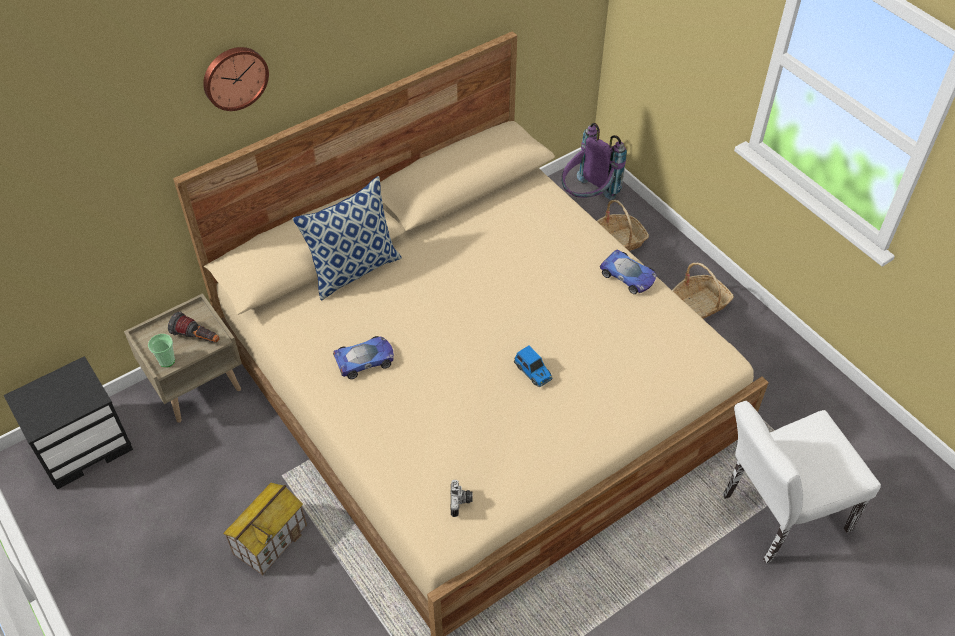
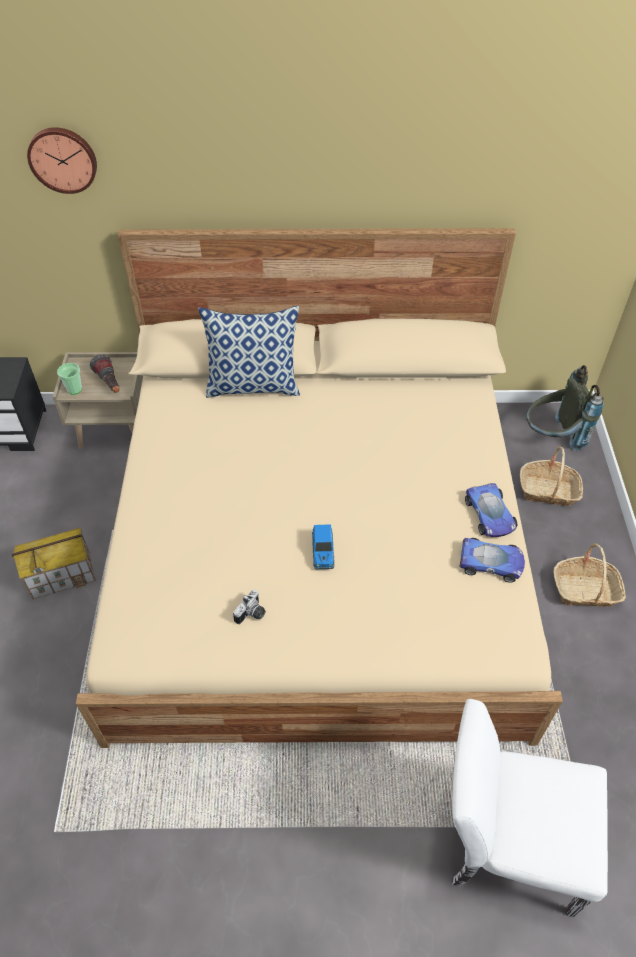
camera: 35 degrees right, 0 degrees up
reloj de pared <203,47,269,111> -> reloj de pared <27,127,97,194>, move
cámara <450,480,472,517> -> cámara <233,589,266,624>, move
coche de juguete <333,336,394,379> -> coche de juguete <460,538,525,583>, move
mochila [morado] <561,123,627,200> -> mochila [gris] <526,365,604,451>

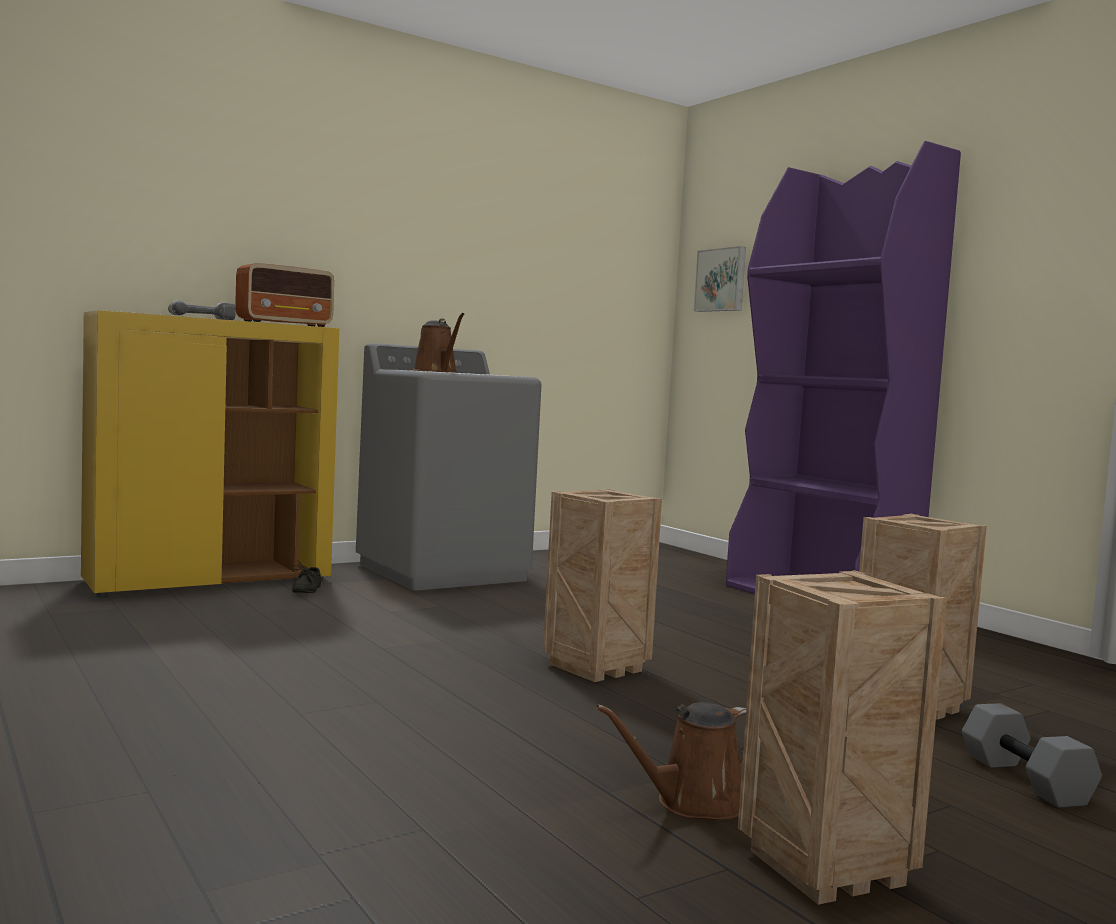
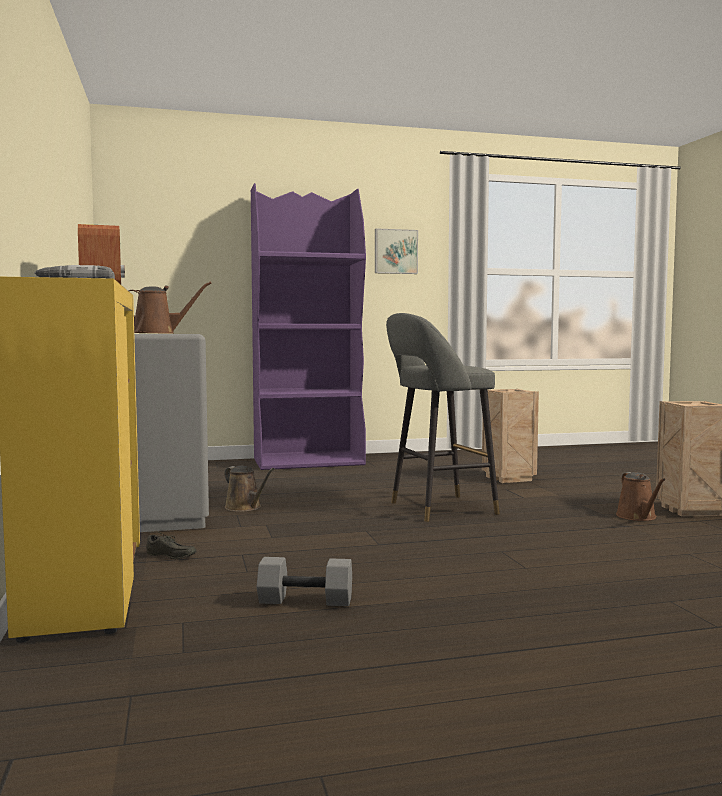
camera: 70 degrees left, 0 degrees up
none -> regadera [marrón] <224,466,275,512>
mancuerna [gris] <962,703,1102,808> -> mancuerna [gris] <257,557,352,606>, move
cuadro <694,246,746,312> -> cuadro <375,228,418,274>, move
caja de embalaje <543,489,662,682> -> taburete [gris] <386,313,500,522>

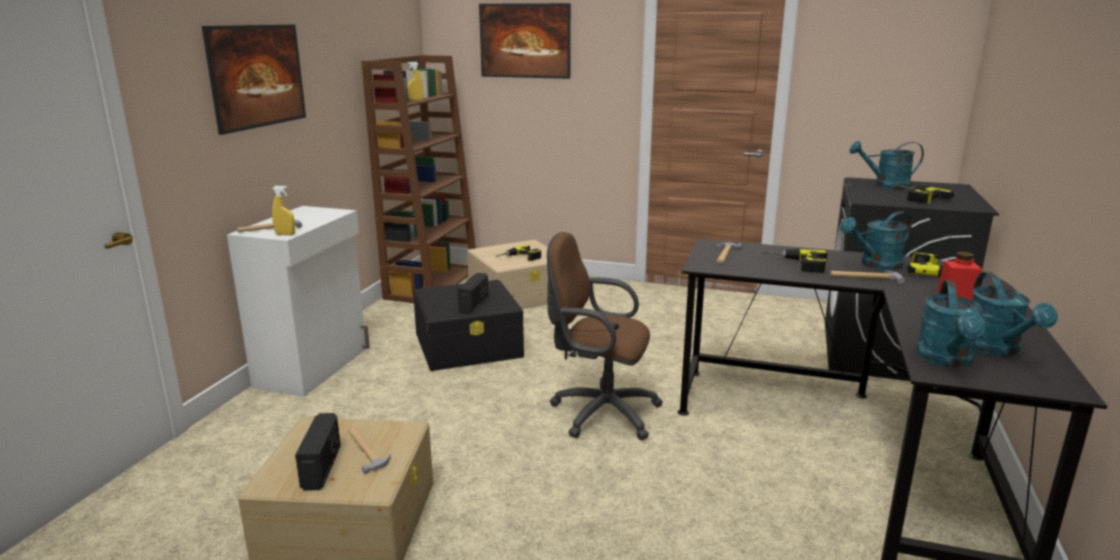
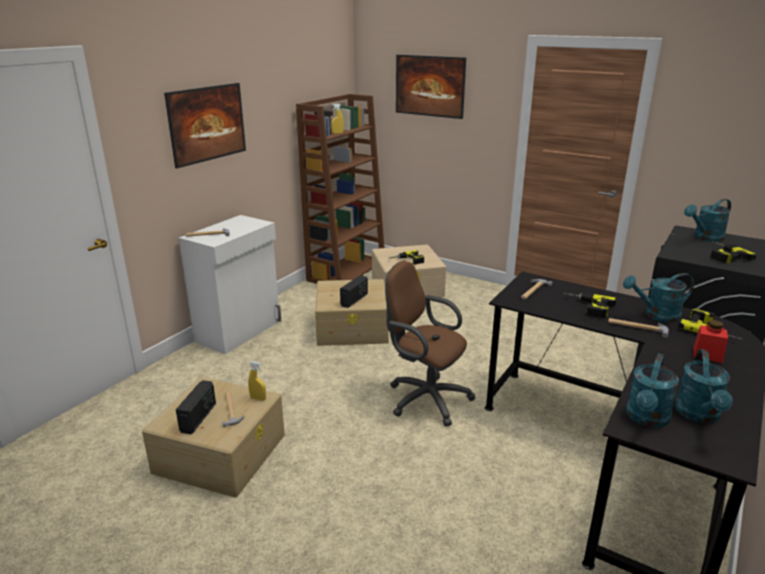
camera: 15 degrees right, 5 degrees up
pulverizador [amarillo] <272,186,295,235> -> pulverizador [amarillo] <248,361,266,401>, move
caja de almacenaje [negro] <413,280,524,371> -> caja de almacenaje [beis] <315,279,389,346>
regadera [turquesa] <850,141,924,189> -> regadera [turquesa] <684,199,731,242>, 45 degrees counterclockwise

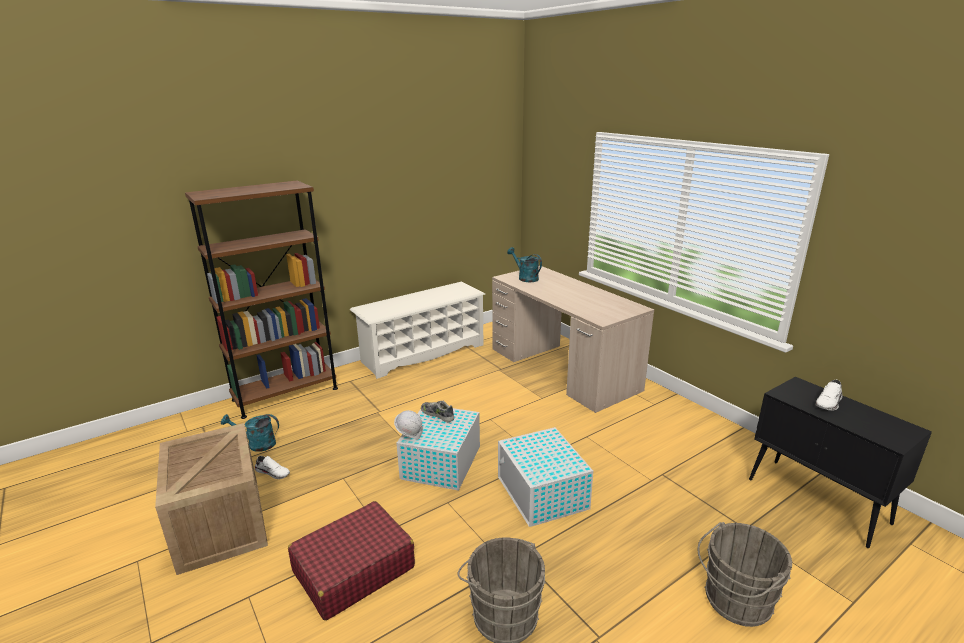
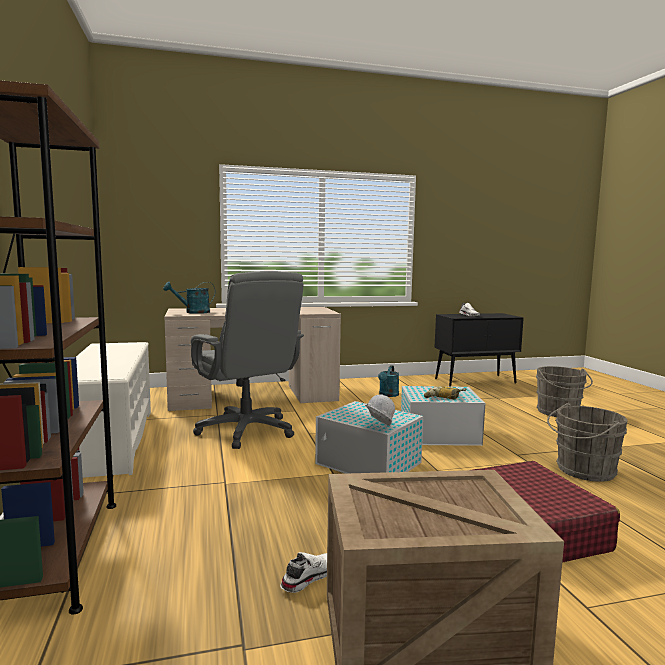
camera: 70 degrees left, 15 degrees down
none -> silla de oficina [gris] <191,271,304,449>
regadera [turquesa] <221,414,279,452> -> regadera [turquesa] <378,365,399,397>, move
none -> taladro <424,386,467,399>
zapato <421,401,454,422> -> none

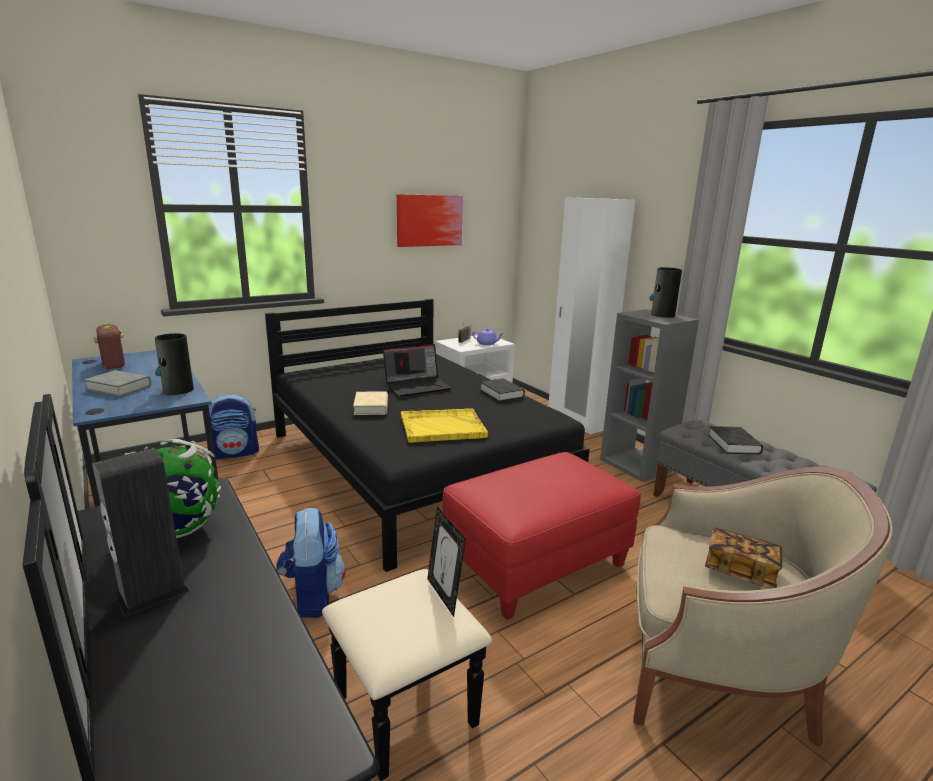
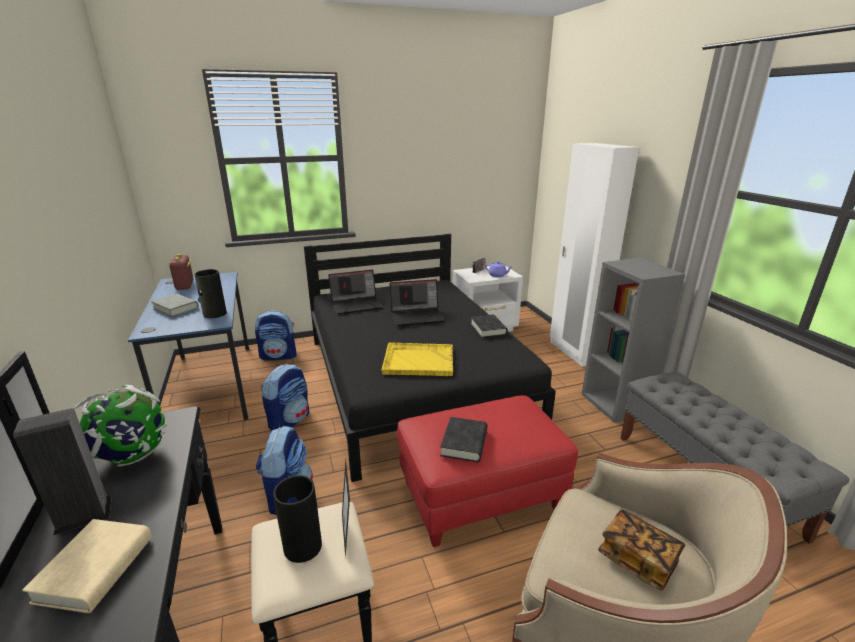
camera: 15 degrees right, 5 degrees up
libro [beis] <353,391,388,415> -> libro [beis] <22,519,152,613>, move
none -> mochila <261,364,309,430>
florero <649,267,682,318> -> florero <273,475,322,563>, move
none -> portátil <328,270,383,314>
libro [negro] <708,426,763,454> -> libro [negro] <440,417,487,462>, move
cuadro <397,194,463,247> -> none

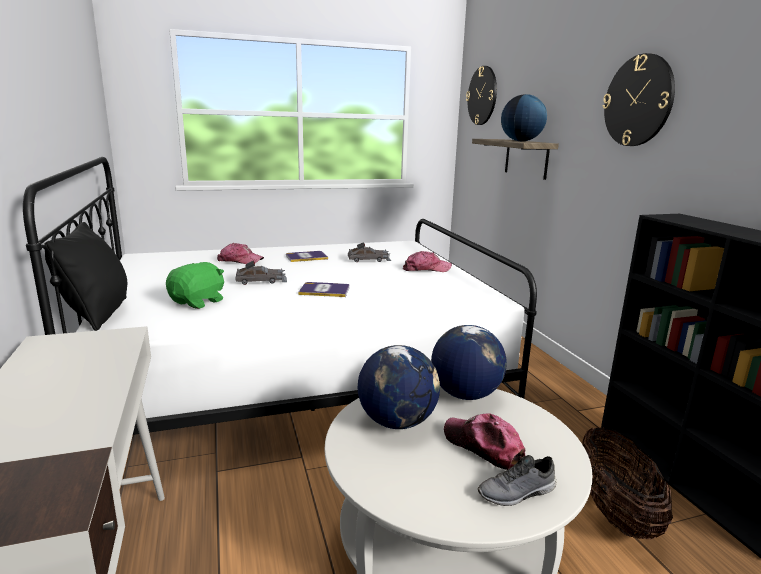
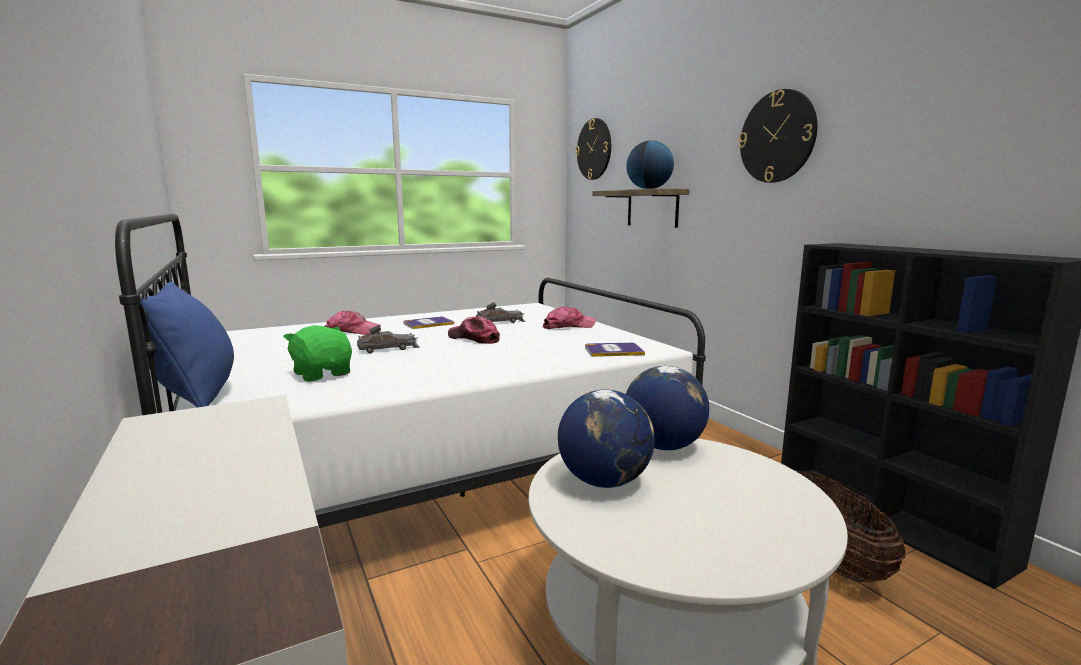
camera: 10 degrees left, 5 degrees down
cojín [negro] <44,222,127,331> -> cojín [azul] <141,282,234,408>
peluche [verde] <166,262,224,309> -> peluche [verde] <283,325,352,381>, 60 degrees counterclockwise
gorra <444,414,525,470> -> gorra <448,316,500,344>, move
libro <298,282,350,297> -> libro <585,342,645,357>, move
zapato [gris] <478,455,556,506> -> none

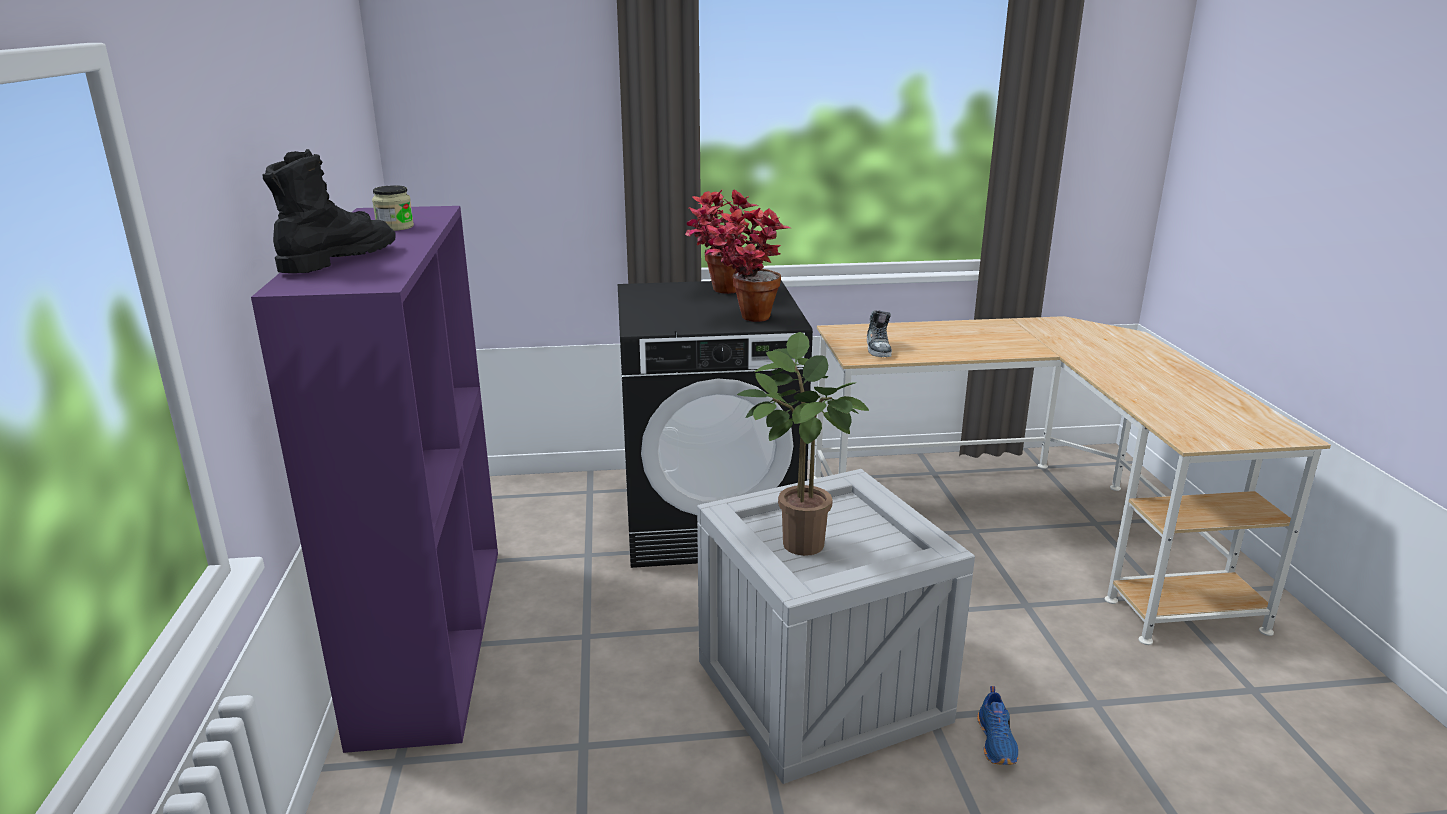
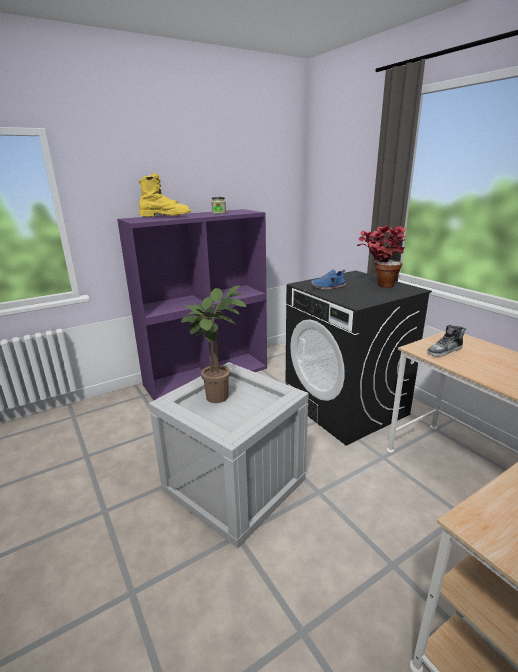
camera: 65 degrees right, 0 degrees up
bota [negro] <262,149,396,273> -> bota [amarillo] <139,173,191,217>
zapato [azul] <977,686,1018,765> -> zapato [azul] <311,269,346,290>, move
planta en maceta <705,208,791,322> -> none

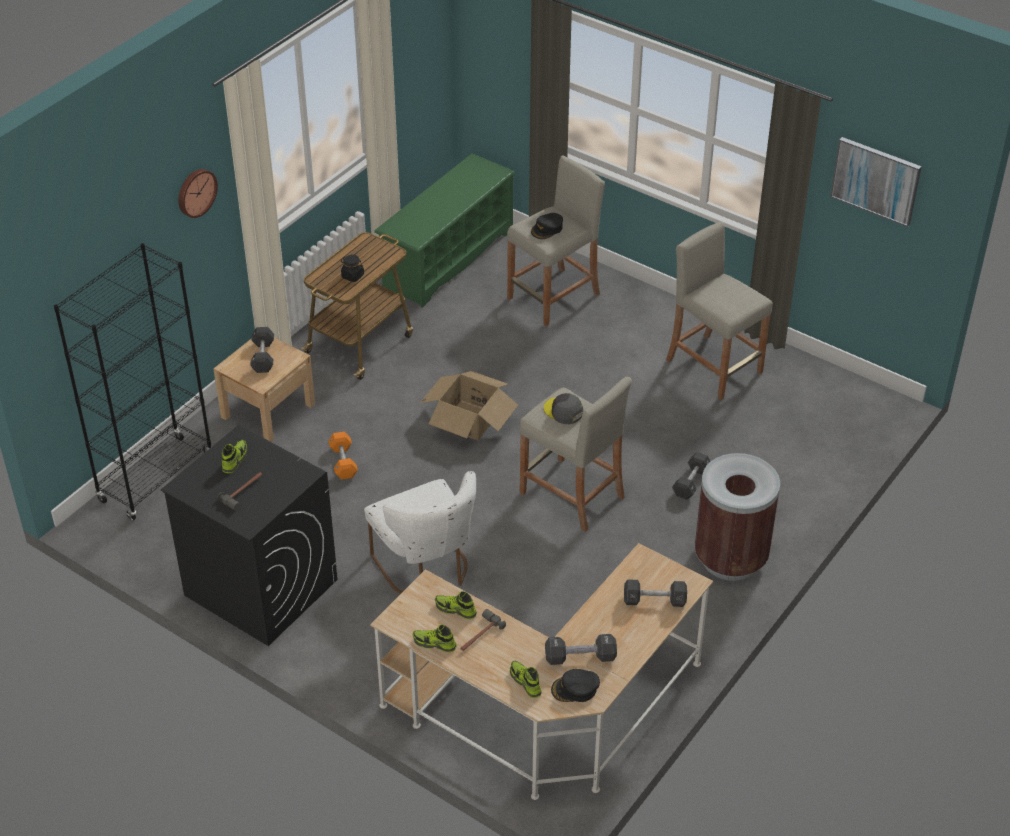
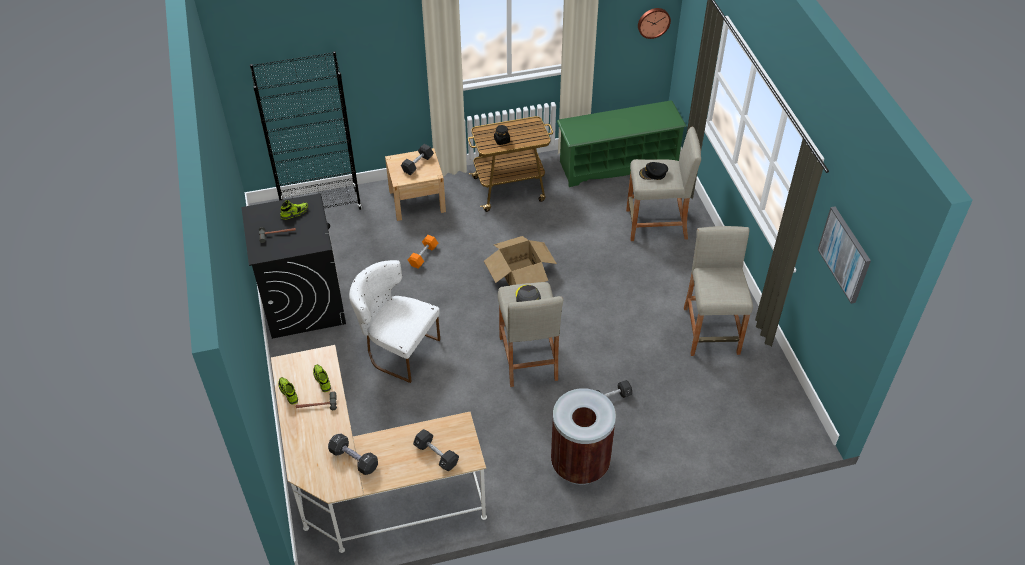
camera: 40 degrees right, 5 degrees up
silla [blanco] <364,471,476,594> -> silla [blanco] <349,260,440,383>, 105 degrees clockwise
reloj de pared <178,169,218,218> -> reloj de pared <638,8,671,39>, move
zapato <510,660,542,698> -> none
gorra [negro] <551,669,600,702> -> none

